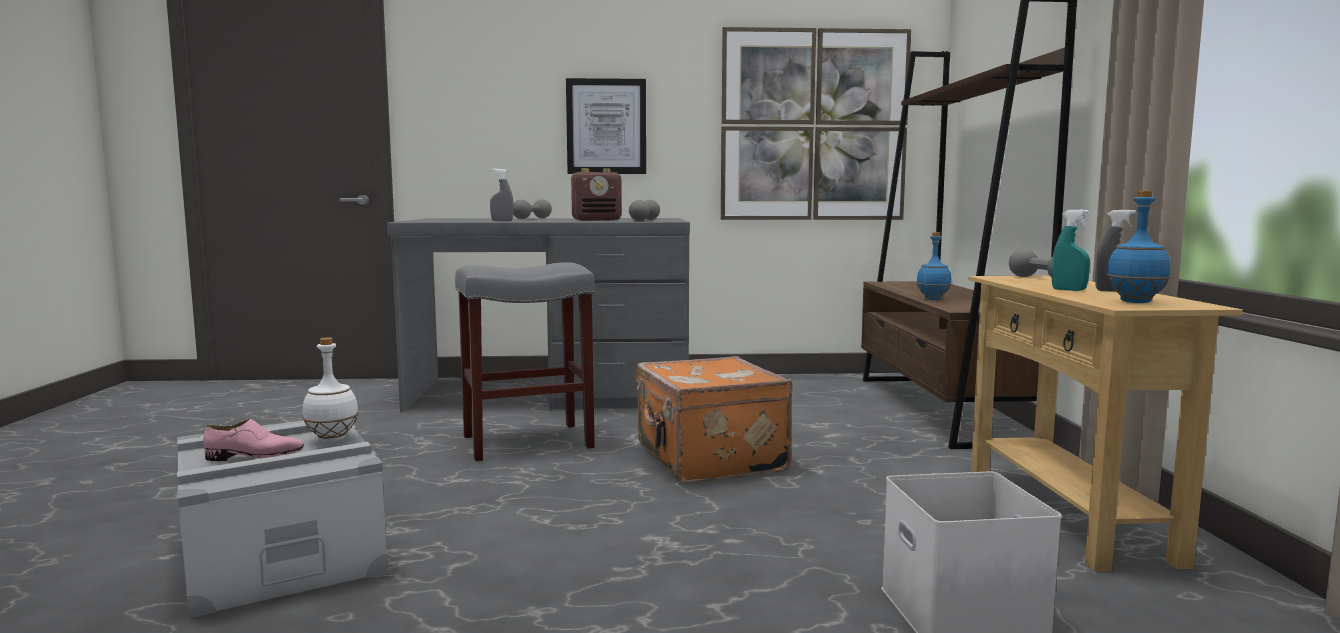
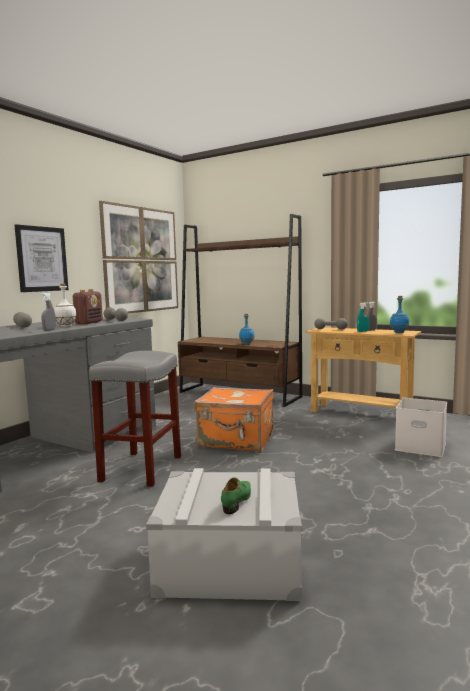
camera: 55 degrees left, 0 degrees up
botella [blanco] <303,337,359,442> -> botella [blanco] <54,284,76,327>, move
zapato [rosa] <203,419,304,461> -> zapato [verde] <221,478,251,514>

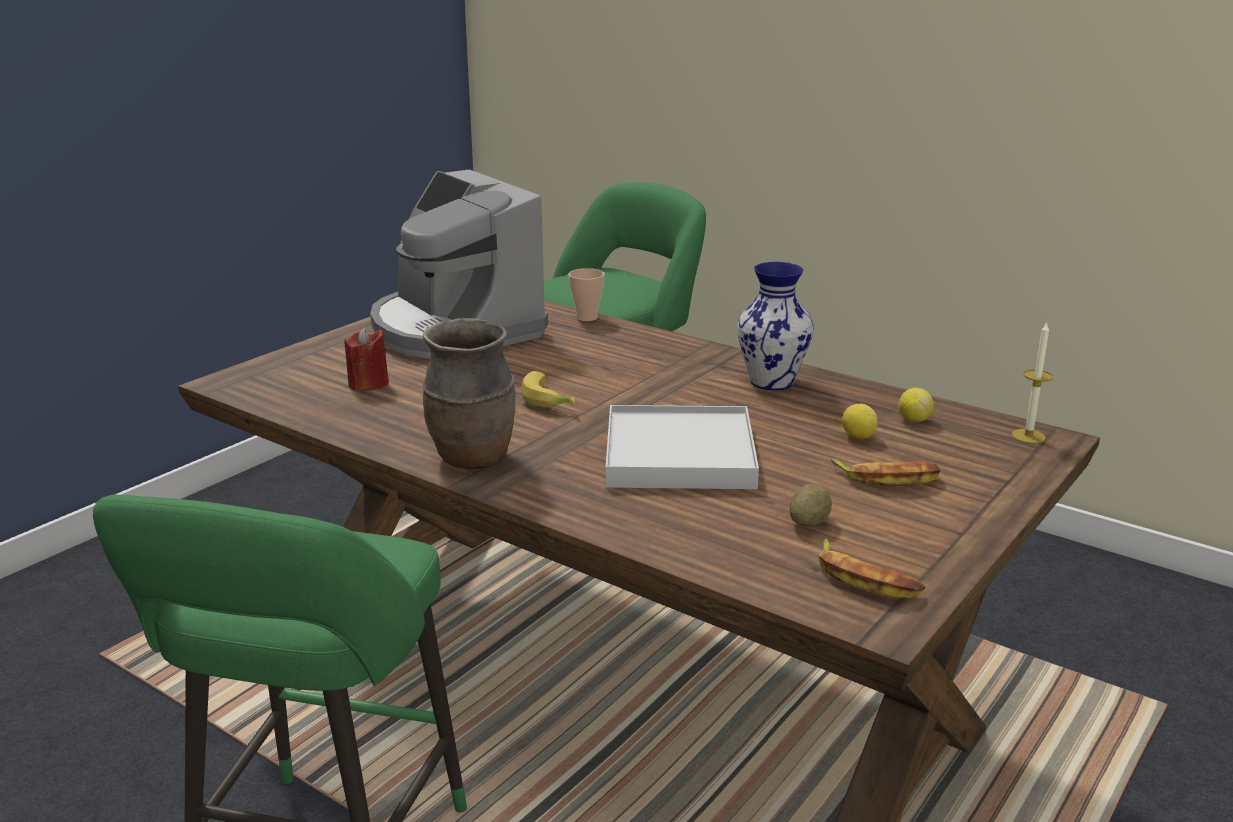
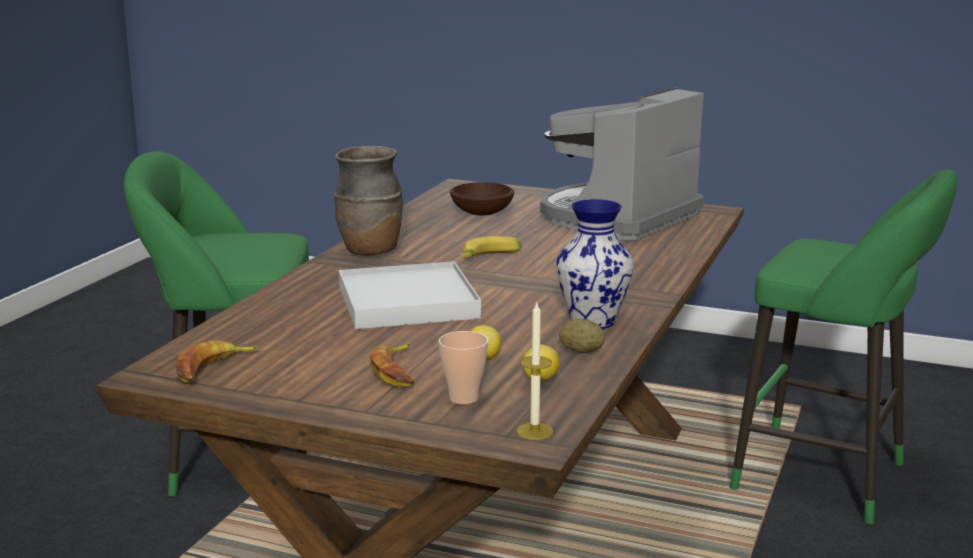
camera: 75 degrees right, 5 degrees down
taza <568,268,605,321> -> taza <439,331,488,404>, move
vela [rojo] <344,327,389,391> -> cuenco [marrón] <450,182,514,216>
patata <789,484,832,526> -> patata <559,319,605,353>, move

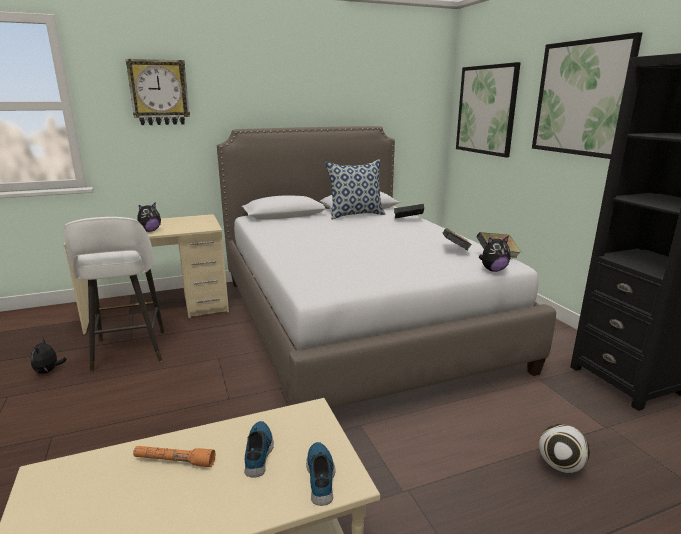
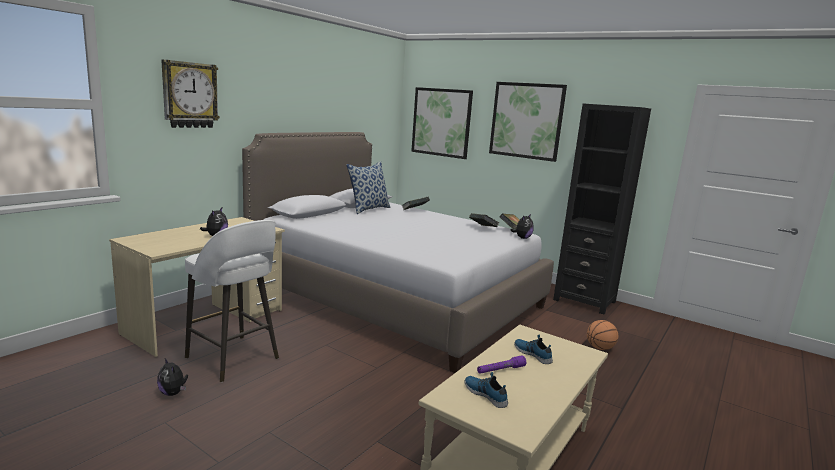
camera: 35 degrees left, 5 degrees down
zapato <306,442,335,506> -> zapato <465,372,508,408>, move
linterna [naranja] <133,446,215,467> -> linterna [morado] <477,355,526,374>
balón de fútbol <539,424,590,473> -> balón de baloncesto <587,320,618,350>

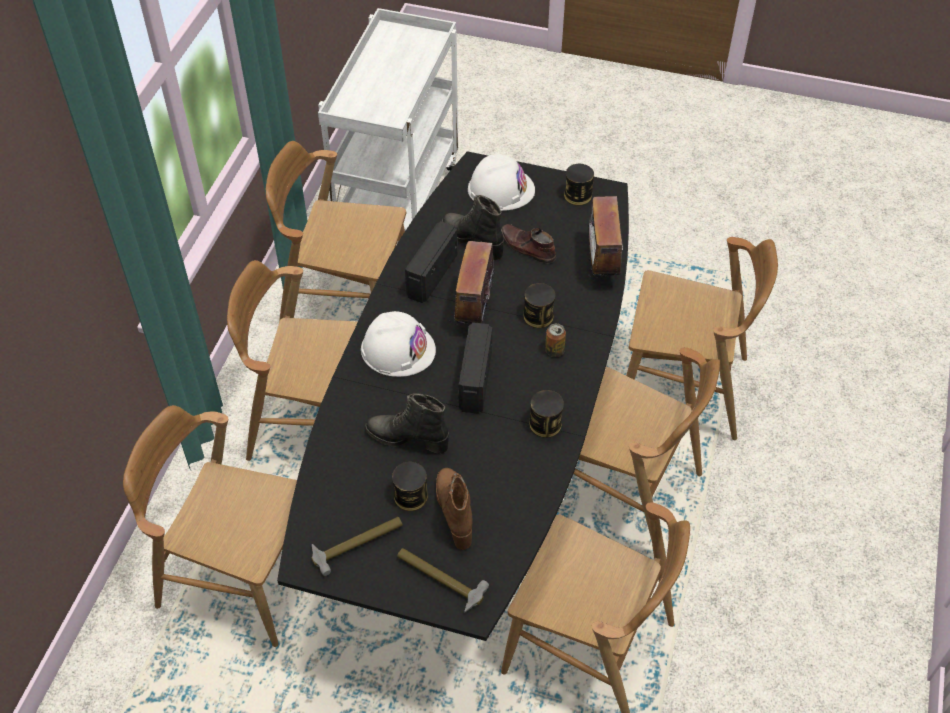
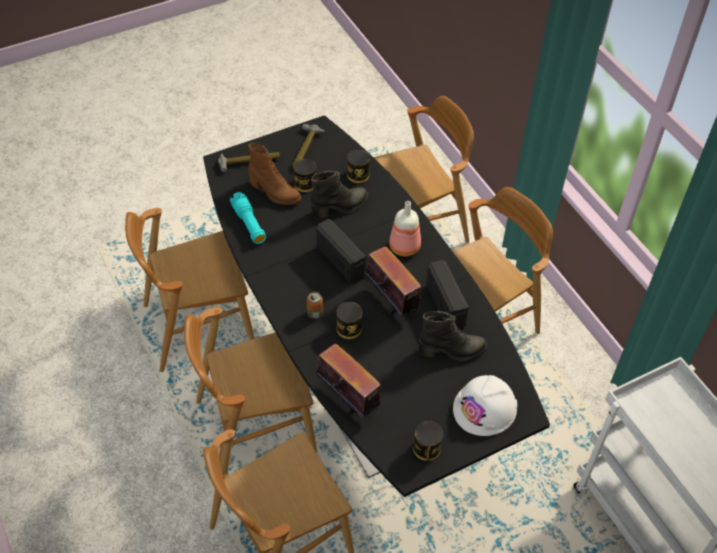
camera: 135 degrees right, 0 degrees up
none -> linterna [turquesa] <230,192,266,244>
lata <530,390,564,438> -> lata <347,150,370,183>, move
casco [blanco] <361,311,436,377> -> botella <389,201,421,256>
silla [marrón] <266,141,406,321> -> none
zapato [marrón] <501,224,556,264> -> none

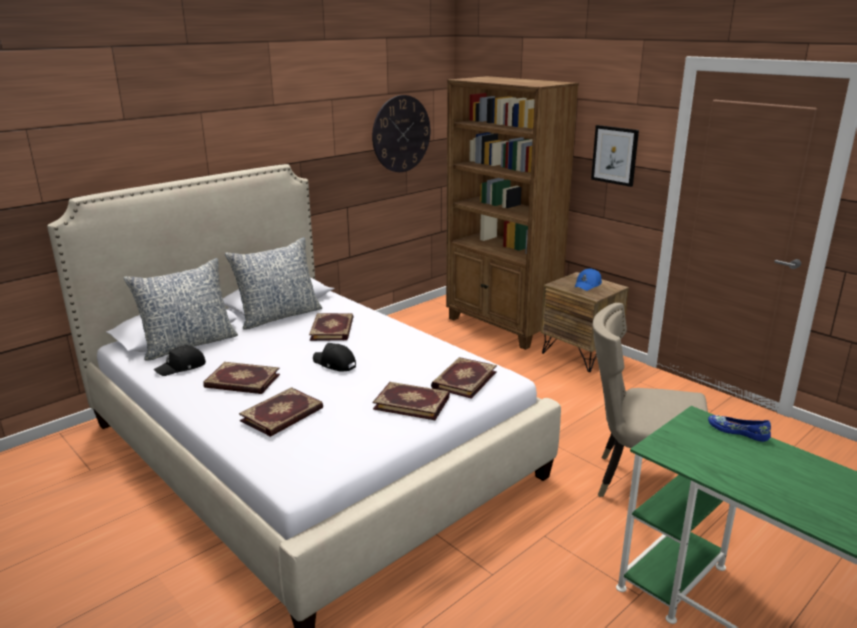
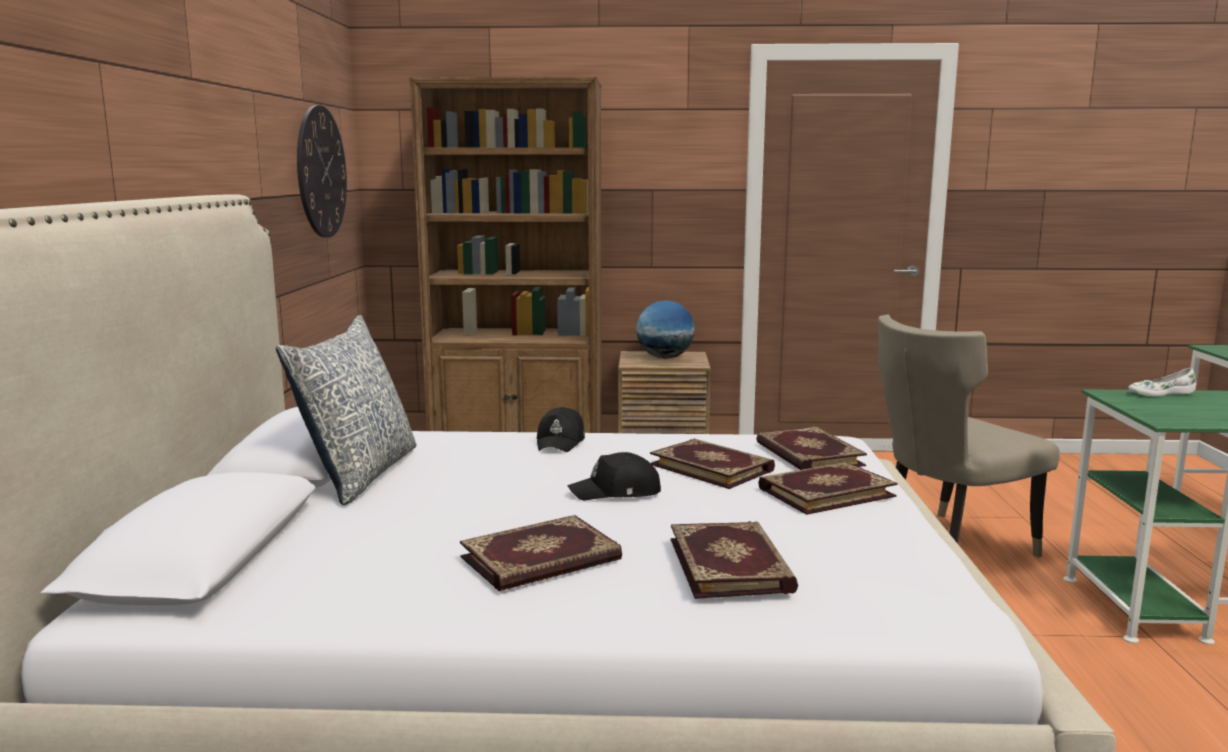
camera: 45 degrees left, 10 degrees down
gorra [negro] <154,346,206,376> -> gorra [negro] <537,406,585,452>, move
gorra [azul] <574,268,602,291> -> globo terráqueo <636,300,694,359>
libro <309,313,354,341> -> libro <650,439,775,489>, move
zapato [azul] <708,415,771,442> -> zapato [blanco] <1128,368,1196,397>
cojín <124,258,238,361> -> none
cuadro <591,125,639,187> -> none

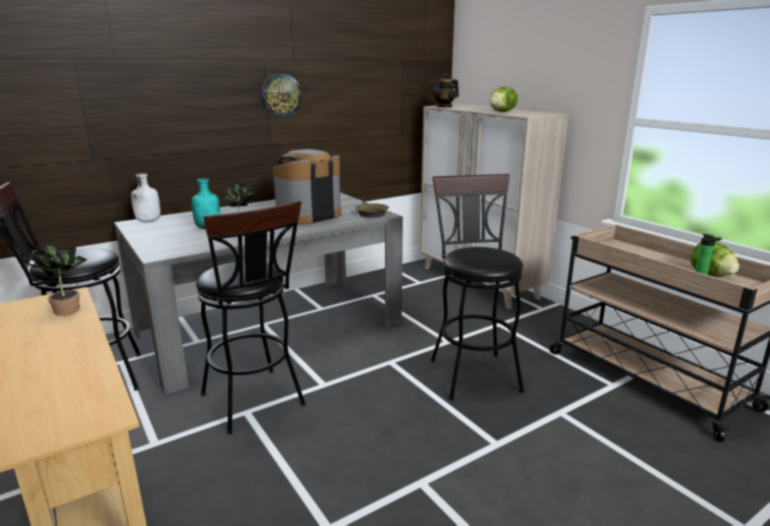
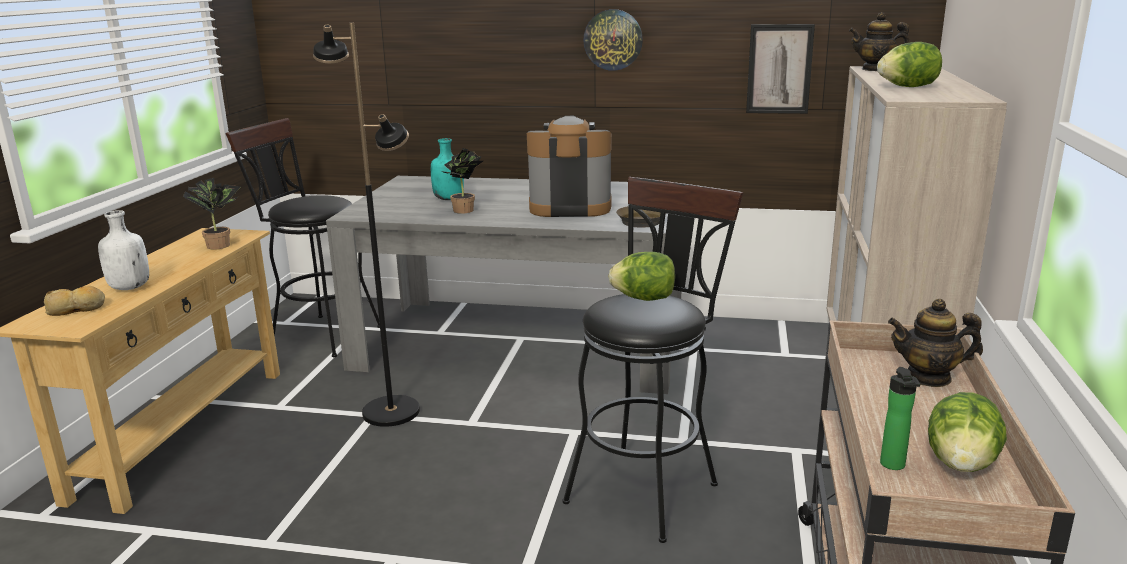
camera: 45 degrees right, 0 degrees up
none -> pan <44,286,105,316>
botella [blanco] <131,173,161,223> -> botella [blanco] <98,210,149,290>, move
taburete [negro] <196,201,306,434> -> lámpara de pie [negro] <313,23,420,427>
none -> lechuga <608,252,675,301>
none -> cuadro <746,24,815,114>
none -> tetera <888,299,983,387>

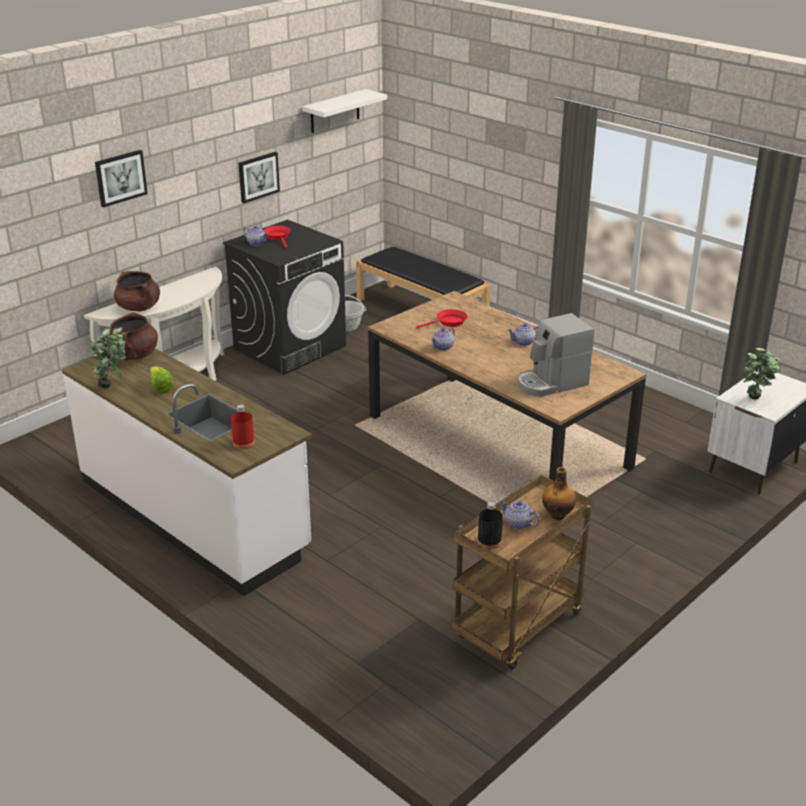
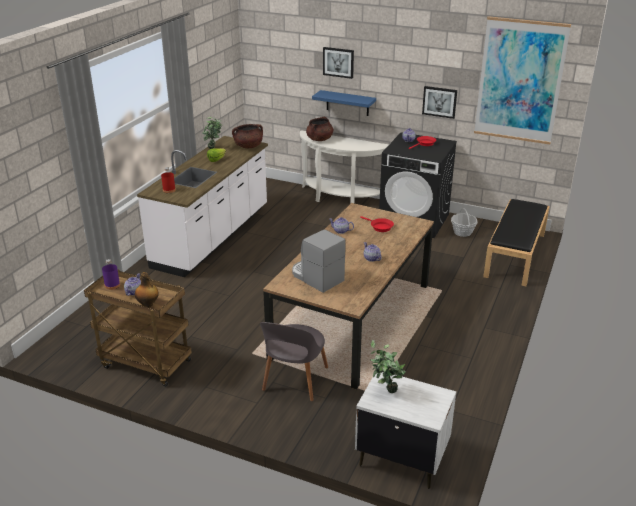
camera: 70 degrees right, 0 degrees up
botella [negro] <477,502,503,550> -> botella [morado] <102,259,120,290>
none -> silla [gris] <260,322,328,402>
none -> estante [azul] <312,90,376,116>
estante [blanco] <302,89,387,133> -> cuadro <474,16,571,144>

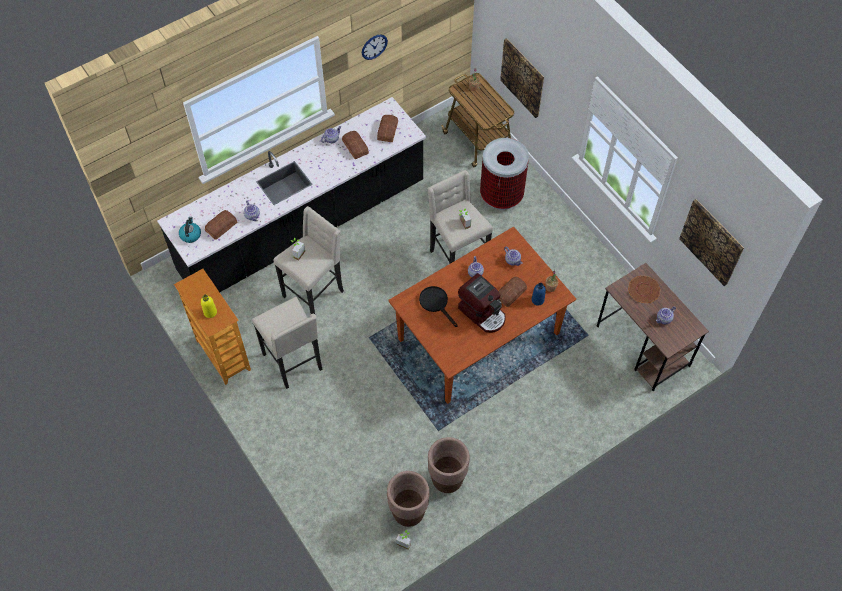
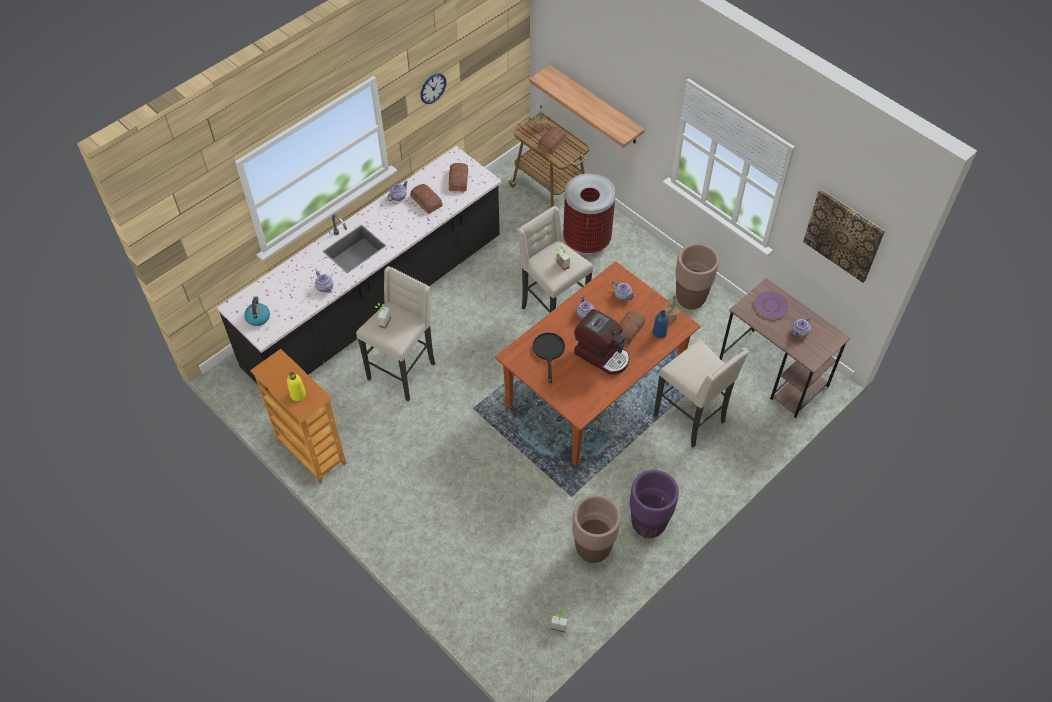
camera: 10 degrees left, 5 degrees down
cuadro <500,38,544,118> -> estante <529,65,645,148>
sartén [negro] <419,286,458,327> -> sartén [negro] <533,333,565,383>, 45 degrees clockwise
pan <205,210,237,240> -> pan <538,127,567,154>, move
none -> maceta [morado] <630,470,679,538>
taburete [beis] <252,297,322,389> -> taburete [beis] <654,339,749,448>, move
maceta [marrón] <387,471,429,527> -> maceta [marrón] <675,243,719,309>, move
plato [marrón] <628,276,660,303> -> plato [morado] <754,291,789,319>

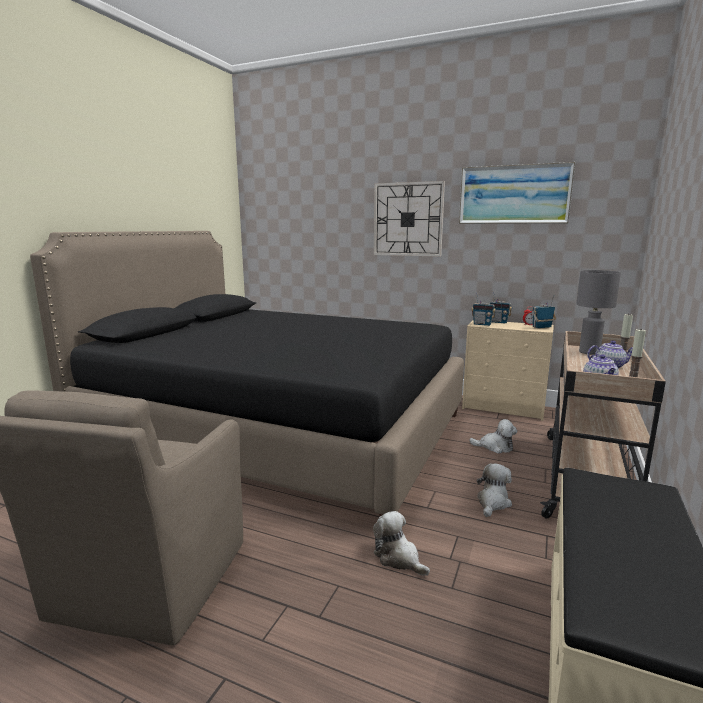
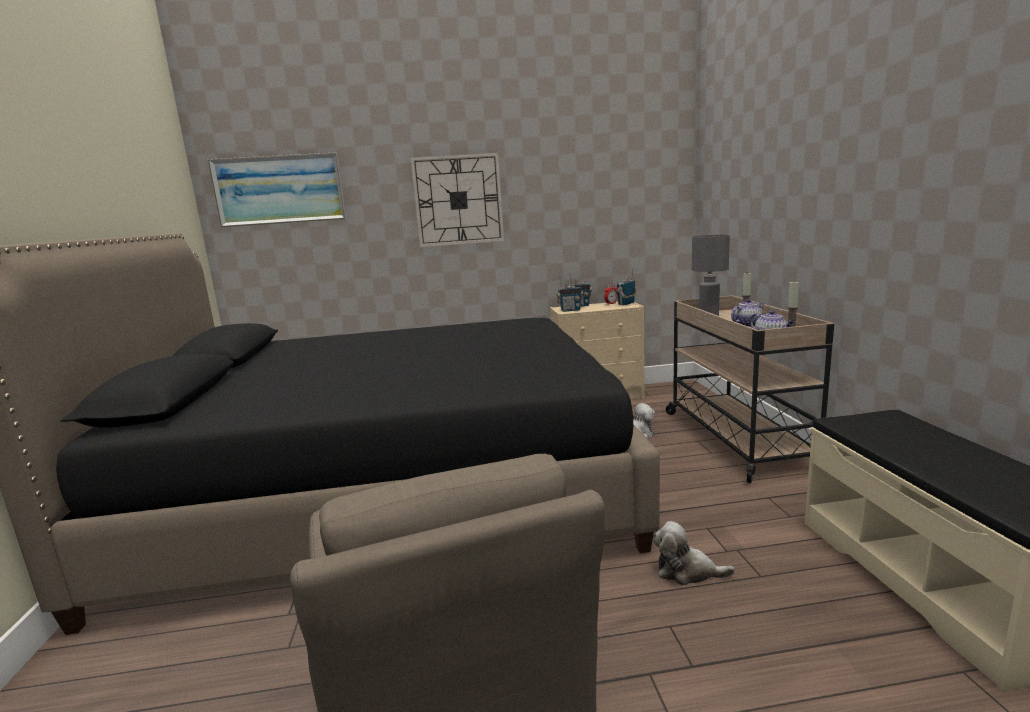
camera: 30 degrees left, 0 degrees up
cuadro <459,162,575,224> -> cuadro <208,152,346,227>, move
peluche <477,463,512,517> -> none

